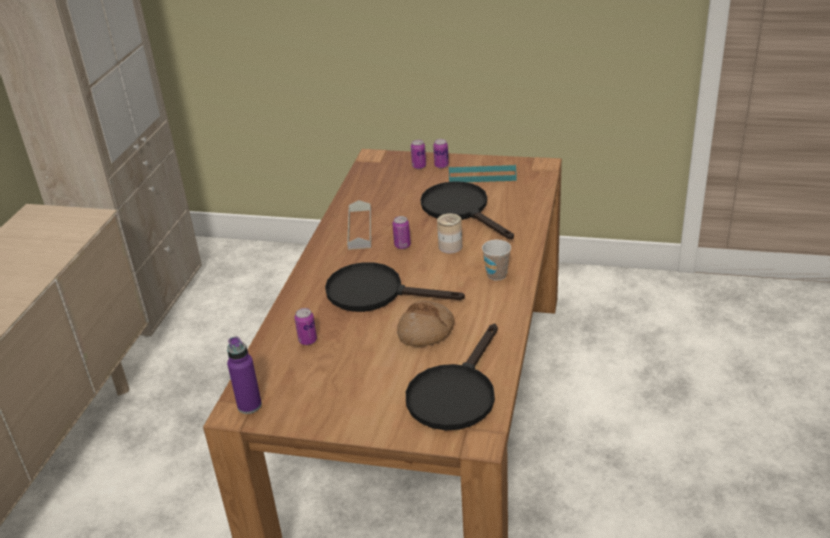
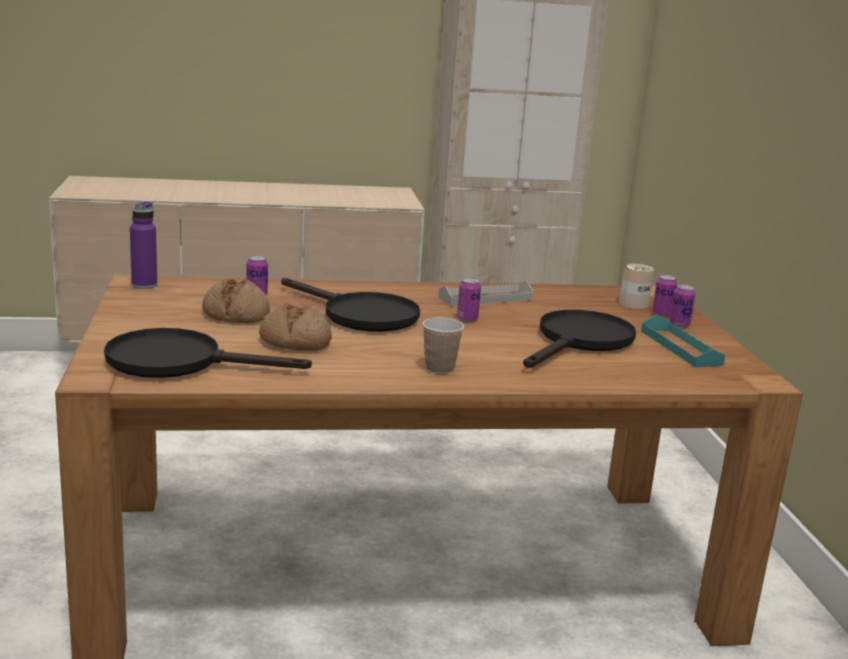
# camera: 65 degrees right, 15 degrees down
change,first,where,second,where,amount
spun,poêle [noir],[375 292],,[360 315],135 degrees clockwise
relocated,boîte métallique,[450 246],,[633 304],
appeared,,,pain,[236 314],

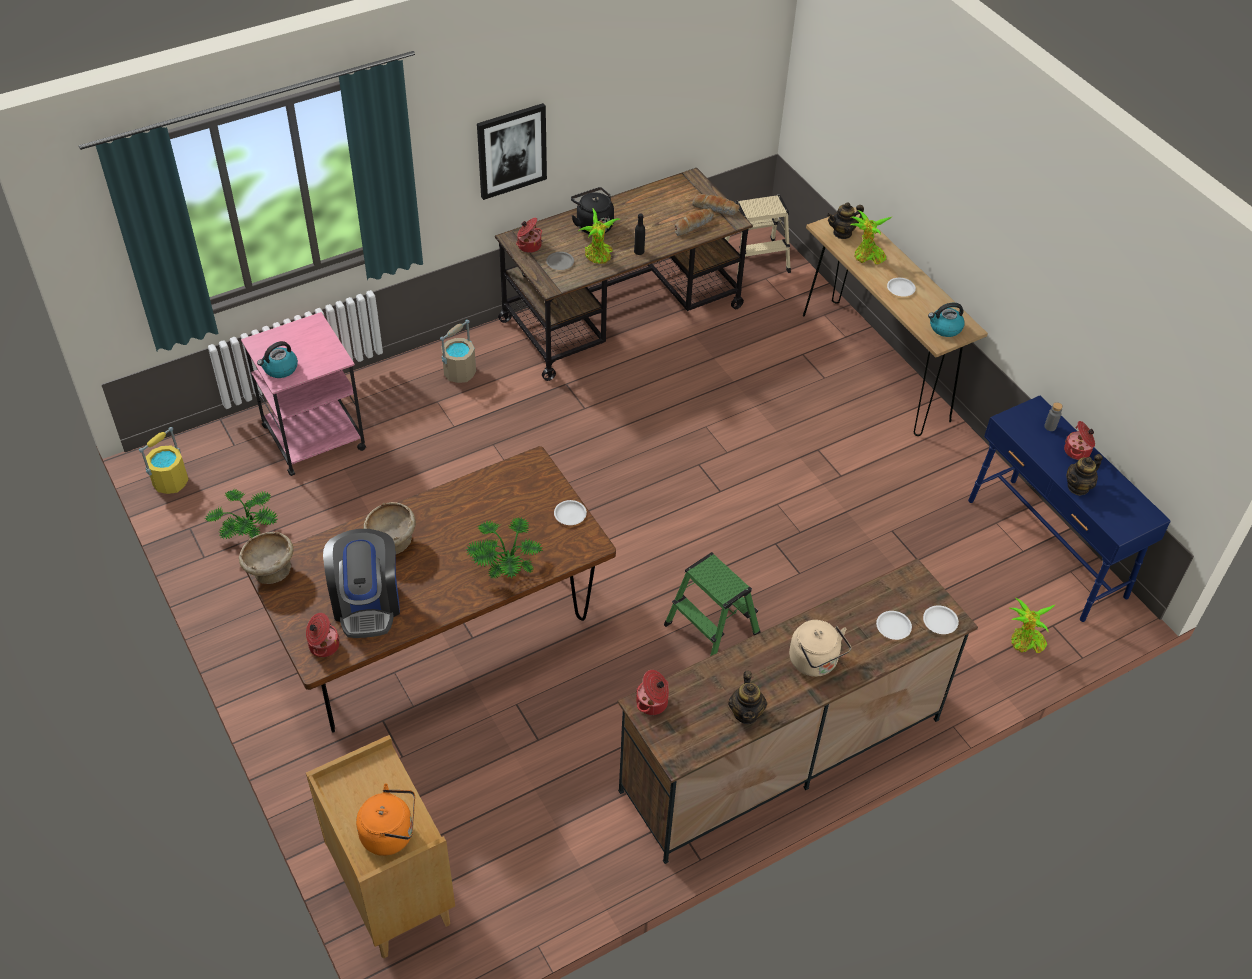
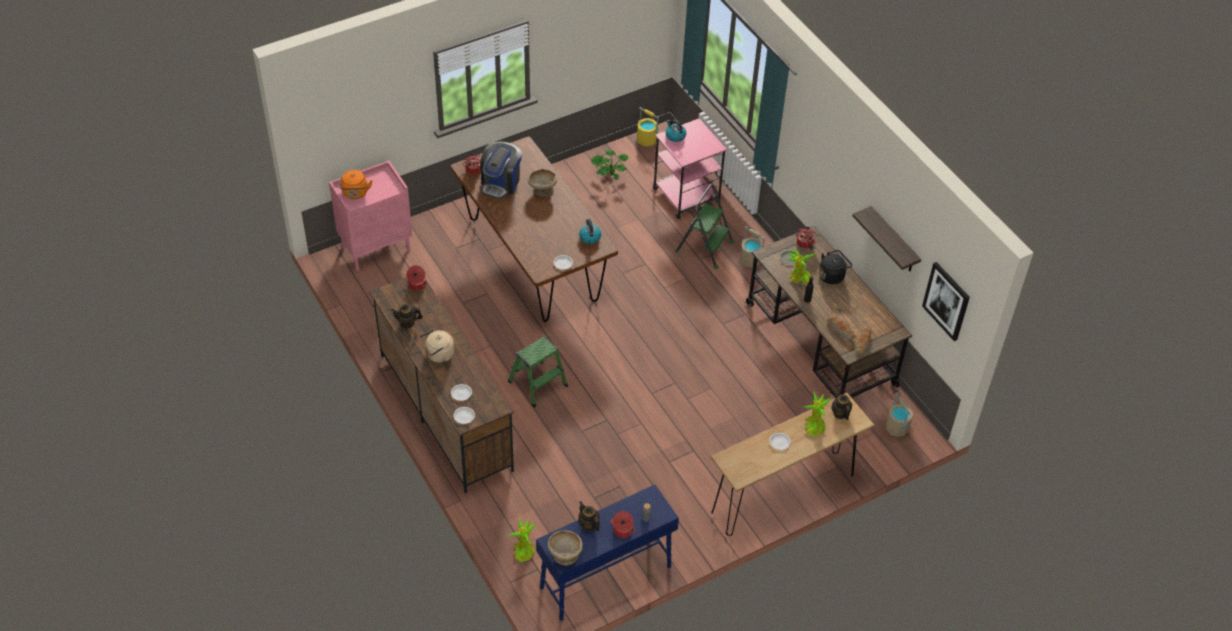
# camera: 90 degrees right, 0 degrees up
change,first,where,second,where,amount
relocated,bol [beige],[270 571],,[564 555],
colour,meuble de rangement [marron],[392 892],meuble de rangement [rose],[377 248],
spun,machine à café,[367 603],,[501 183],60 degrees counterclockwise
missing,plante en pot,[504 568],,,
relocated,tableau,[511 150],,[946 301],
exchanged,escabeau [beige],[755 259],seau [beige],[896 427],
relocated,bouilloire,[945 328],,[589 237],
appeared,,,escabeau [vert],[702 246],
appeared,,,étagère,[893 241],

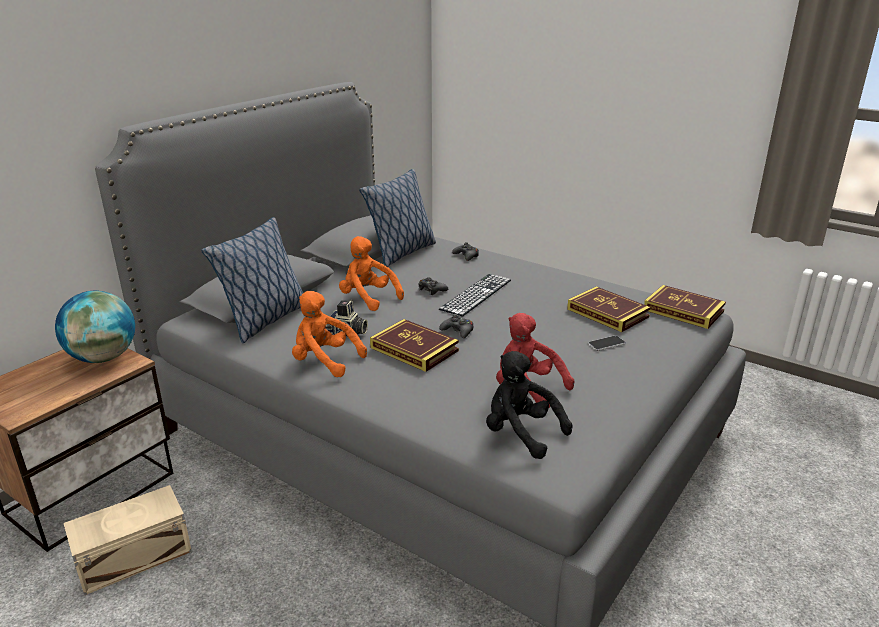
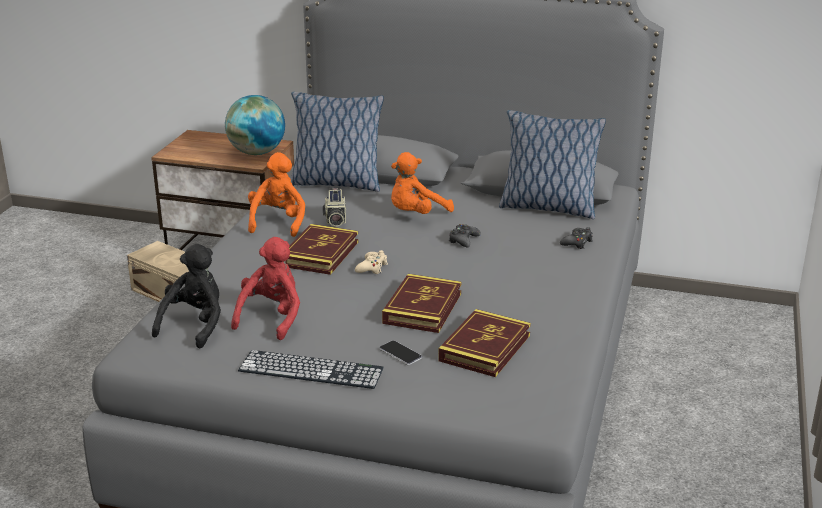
# camera: 70 degrees right, 0 degrees up
change,first,where,second,where,amount
spun,peluche [orange],[368 298],,[416 214],150 degrees counterclockwise
relocated,clavier,[476 294],,[311 369],
colour,manette [noir],[458 331],manette [beige],[372 268],
relocated,livre,[683 311],,[422 308],

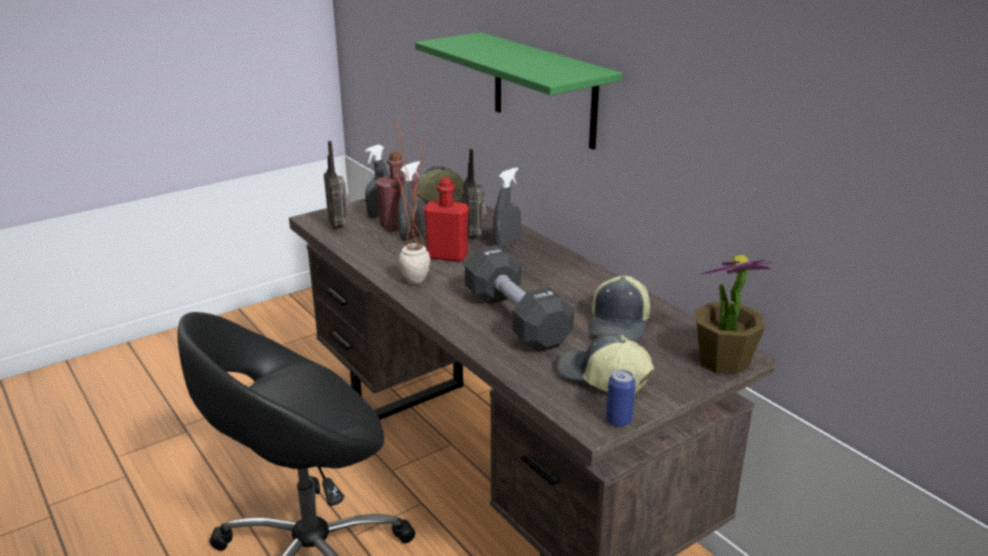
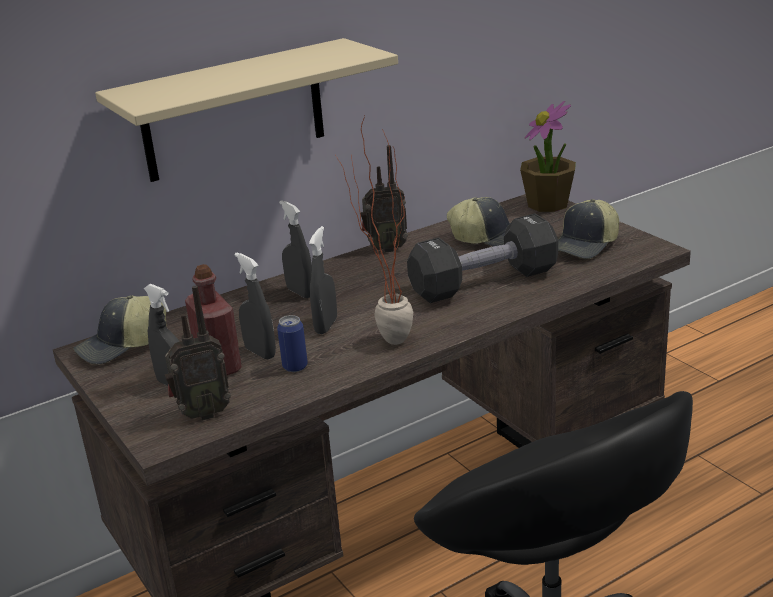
# camera: 85 degrees left, 0 degrees up
change,first,where,second,where,amount
colour,étagère [vert],[544 90],étagère [beige],[233 111],
exchanged,bouteille [rouge],[447 256],vaporisateur [gris],[326 326],
relocated,radio,[475 236],,[385 248],
relocated,boîte métallique,[618 420],,[295 366],

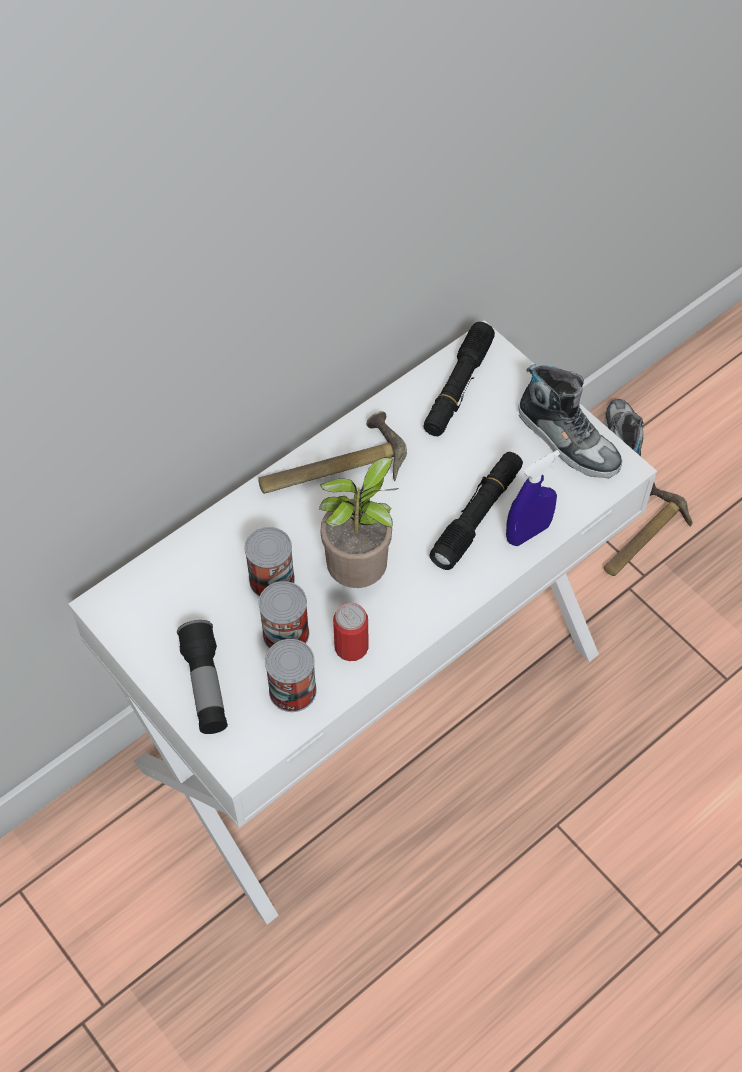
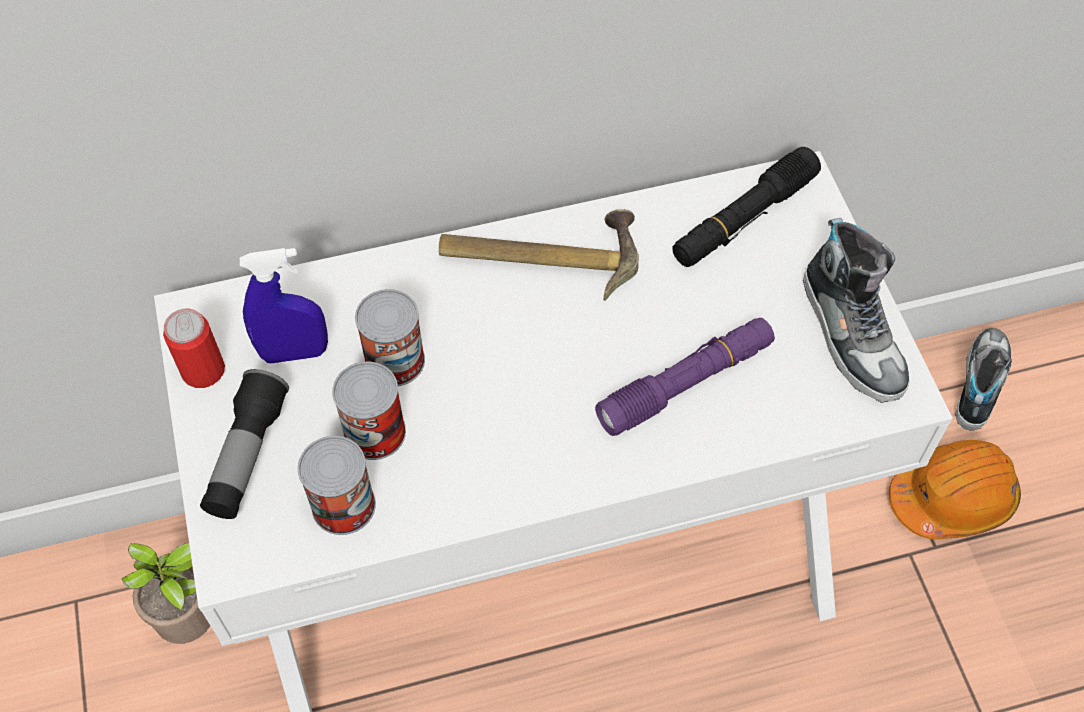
# camera: 25 degrees right, 0 degrees up
change,first,where,second,where,amount
relocated,plante en pot,[360 572],,[195 622],
relocated,boîte métallique,[351 646],,[203 370],
colour,lampe de poche [noir],[477 516],lampe de poche [violet],[685 383],
relocated,vaporisateur [bleu],[528 532],,[294 353],
exchanged,marteau,[640 535],casque de chantier [orange],[952 497],

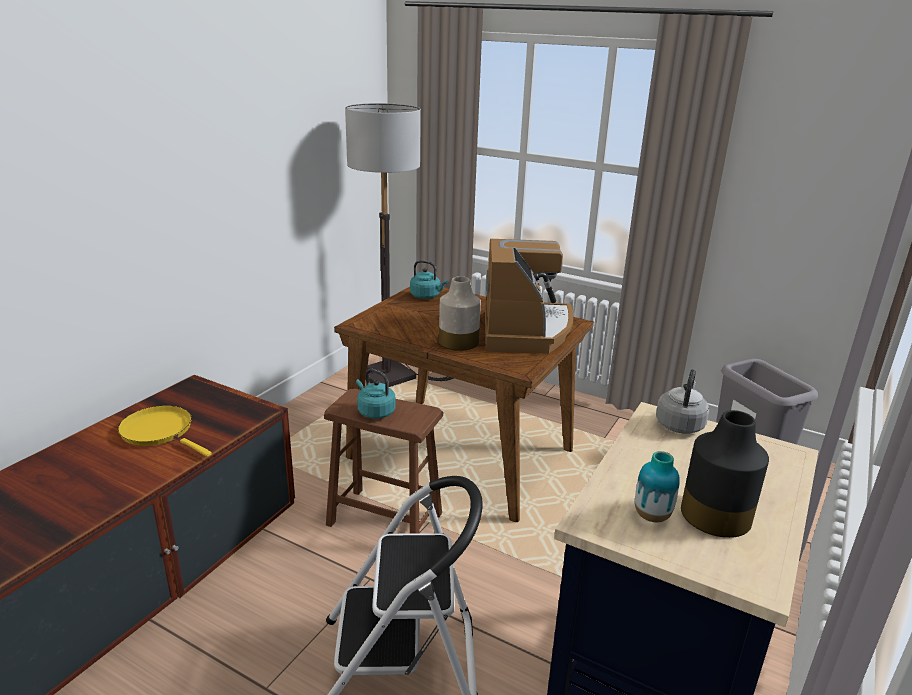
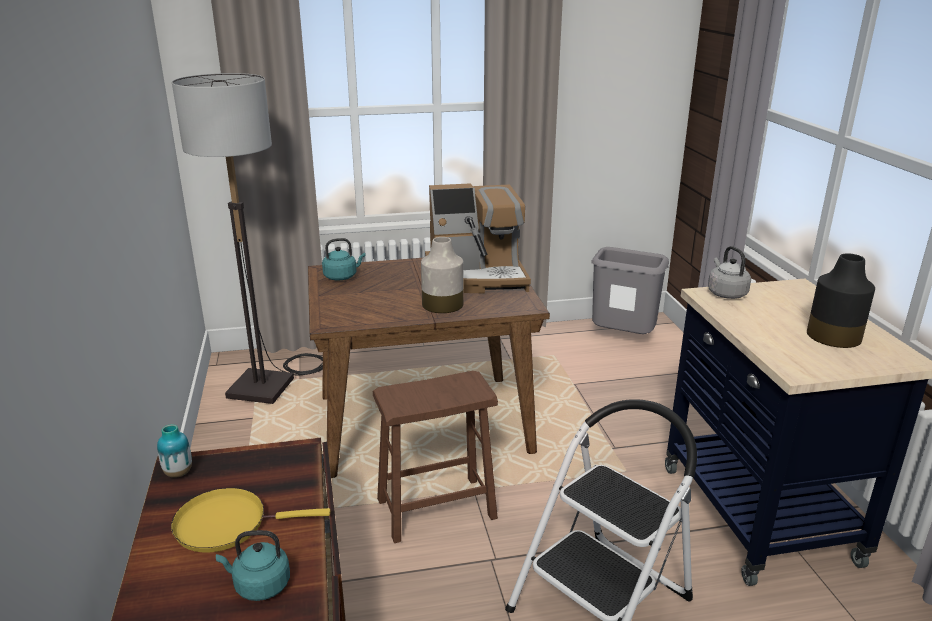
# camera: 40 degrees left, 0 degrees up
change,first,where,second,where,amount
relocated,bouilloire [turquoise],[374 412],,[259 586],
spun,machine à café,[526 332],,[477 277],120 degrees clockwise
relocated,vase,[652 516],,[178 473],

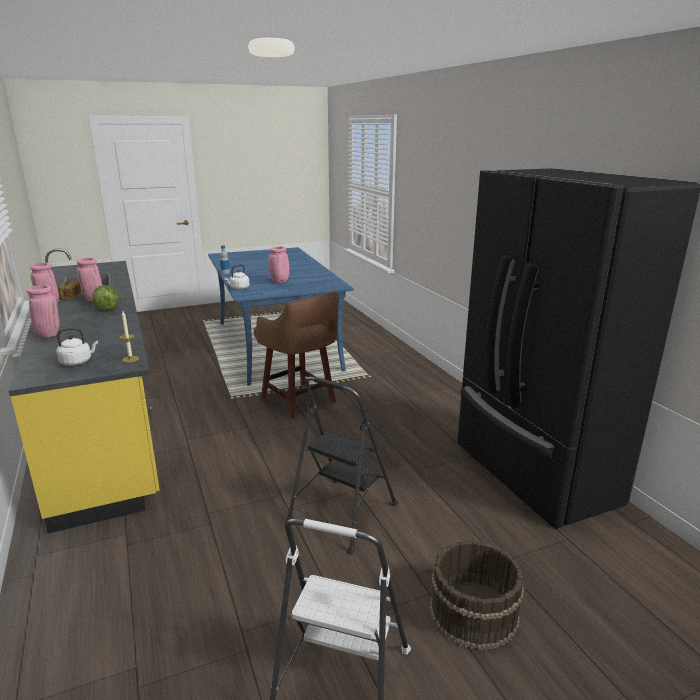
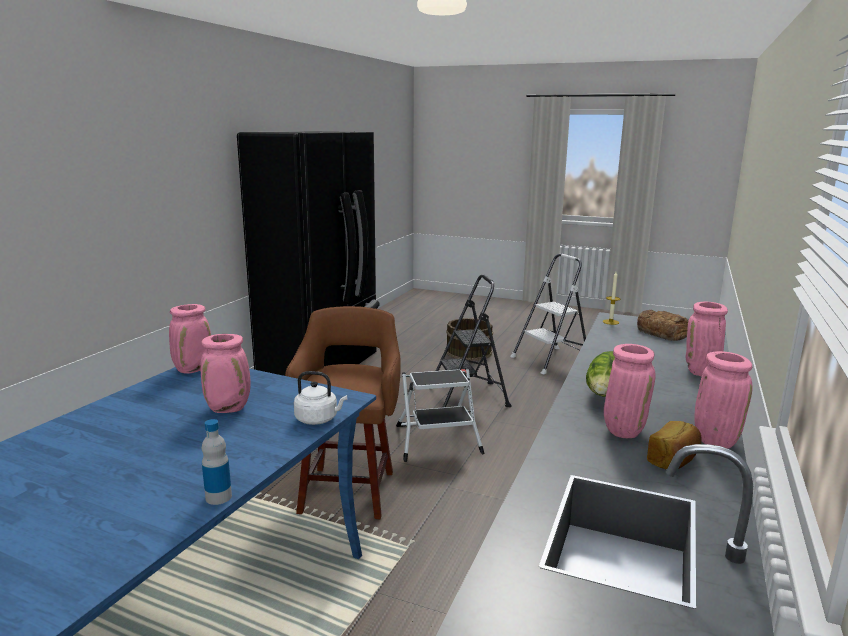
# camera: 135 degrees left, 5 degrees down
change,first,where,second,where,amount
exchanged,bouilloire [blanc],[78 362],pain,[662 332],
appeared,,,vase [rose],[193 369],
appeared,,,escabeau,[436 440],

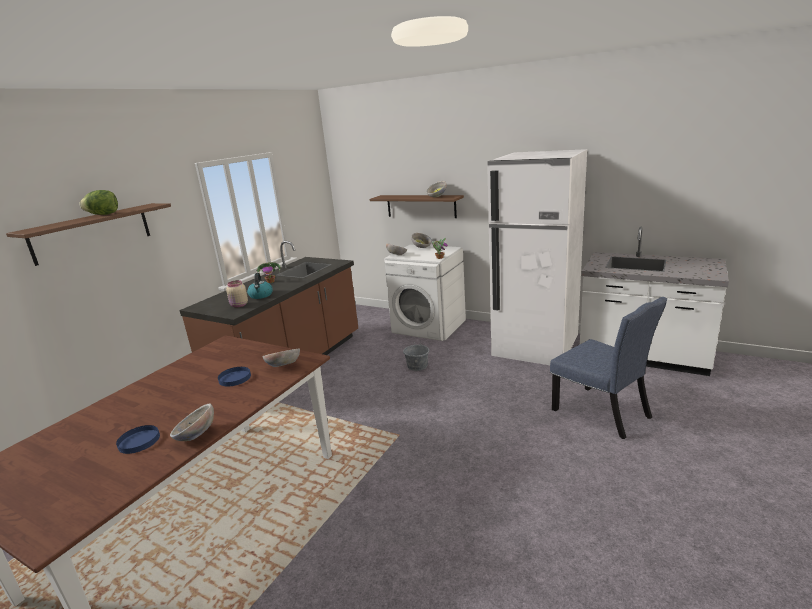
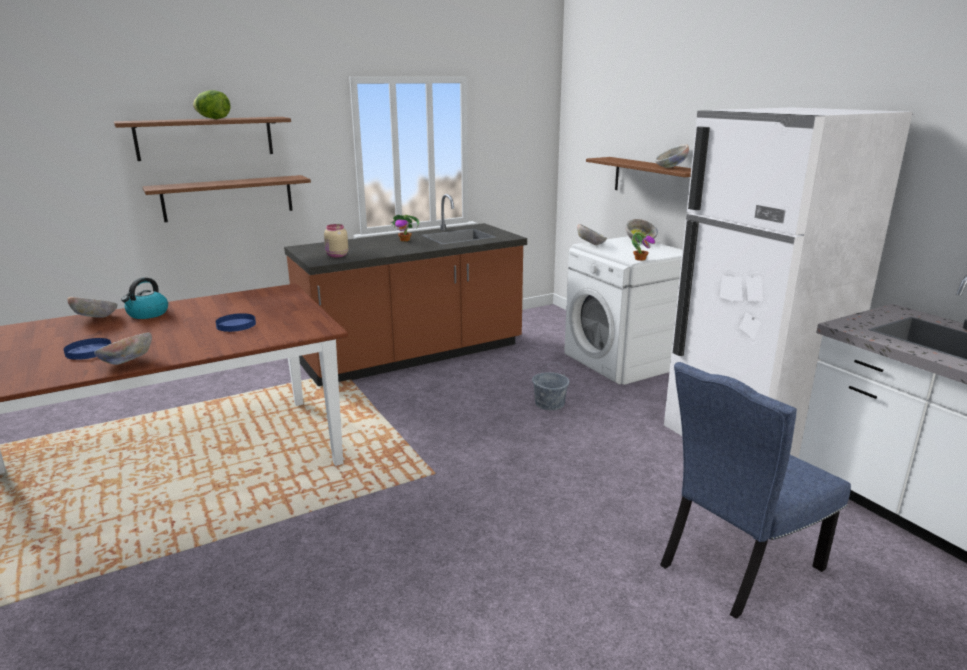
# camera: 30 degrees right, 0 degrees up
change,first,where,second,where,amount
relocated,bouilloire,[261 295],,[147 314],
relocated,bol,[283 366],,[96 318],
spun,chaise [bleu],[600 411],,[739 563],60 degrees clockwise
appeared,,,étagère [marron],[228 198],

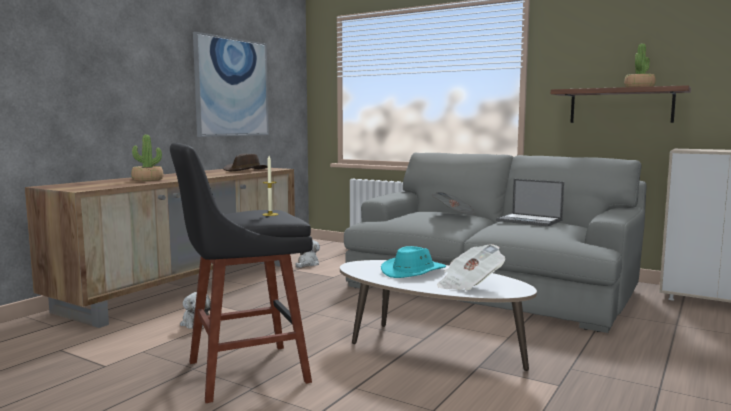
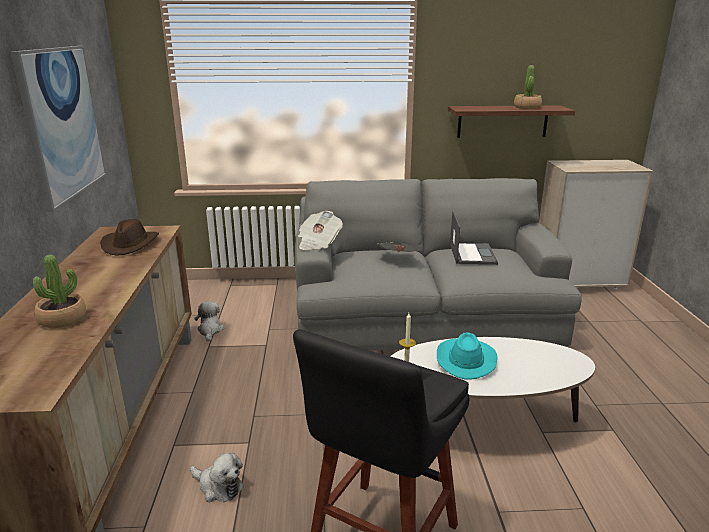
# camera: 35 degrees left, 15 degrees up
change,first,where,second,where,amount
relocated,journal,[469 285],,[318 243],
spun,ordinateur portable,[530 220],,[472 254],90 degrees counterclockwise

